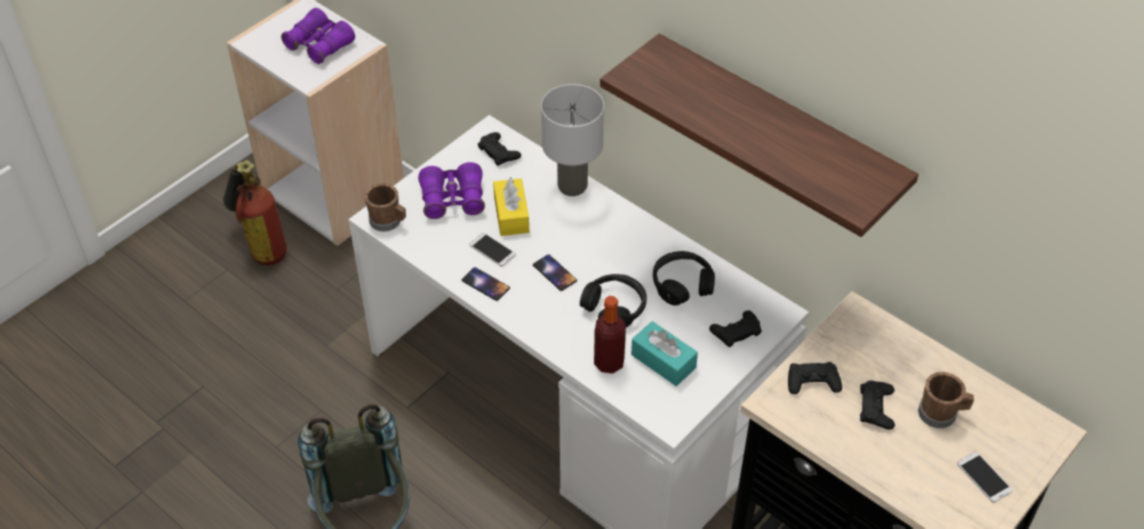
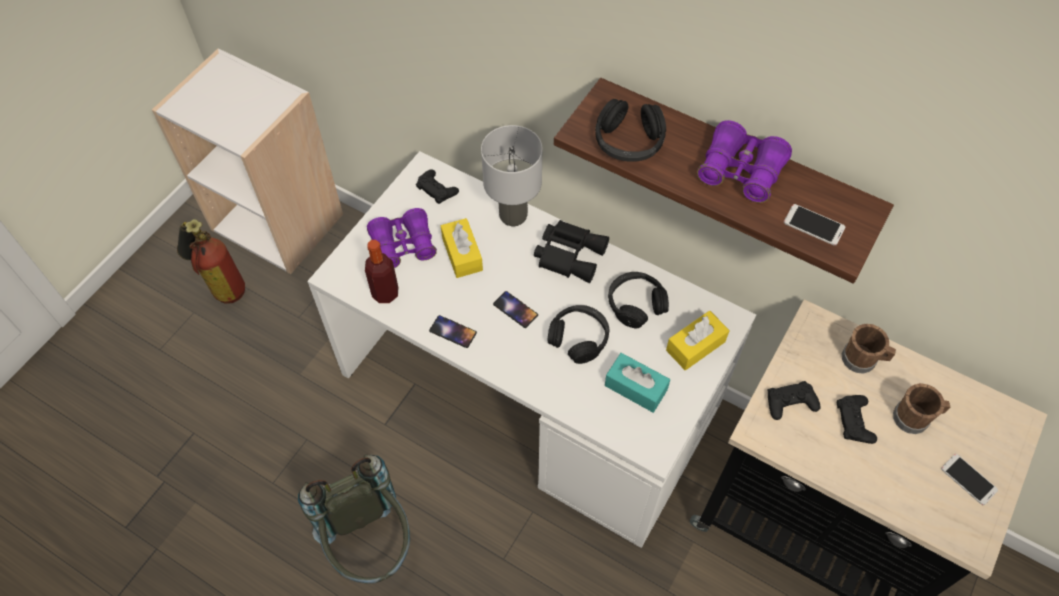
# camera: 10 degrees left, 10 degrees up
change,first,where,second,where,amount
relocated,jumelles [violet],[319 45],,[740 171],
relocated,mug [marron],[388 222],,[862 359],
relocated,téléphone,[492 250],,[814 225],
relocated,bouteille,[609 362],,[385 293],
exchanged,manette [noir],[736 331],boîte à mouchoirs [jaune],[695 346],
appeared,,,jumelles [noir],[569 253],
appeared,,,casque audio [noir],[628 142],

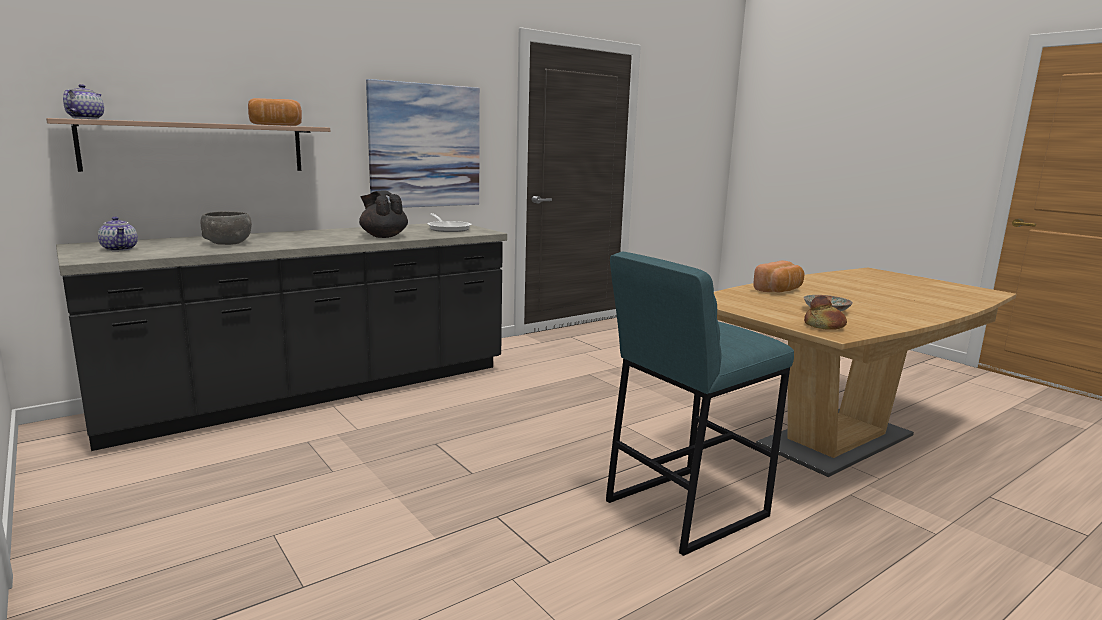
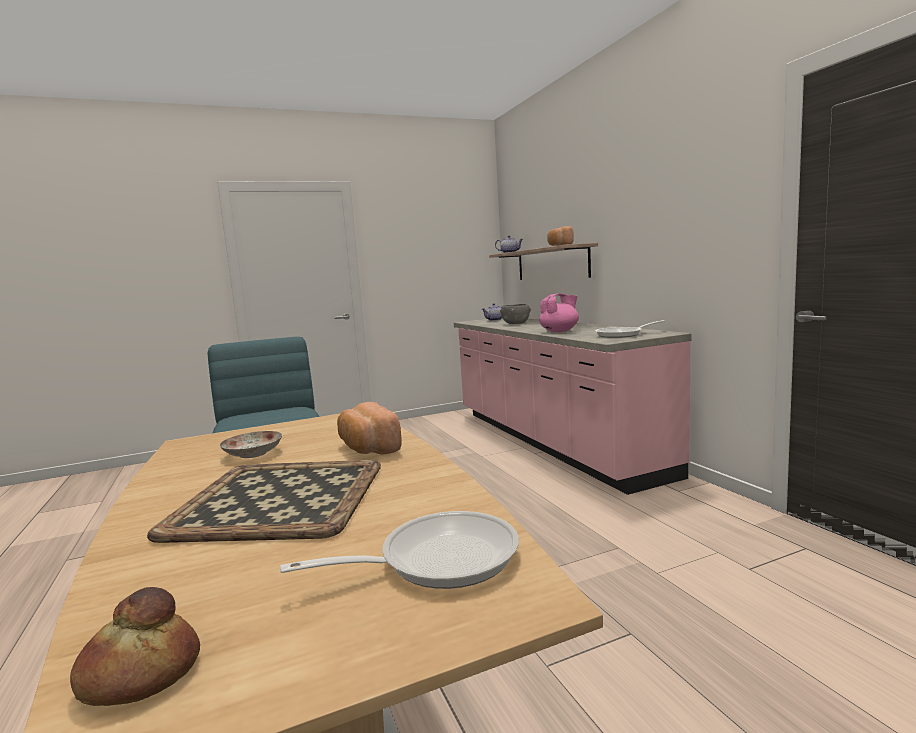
# camera: 105 degrees right, 5 degrees down
change,first,where,second,where,amount
colour,comptoir de cuisine [noir],[316 392],comptoir de cuisine [rose],[550 441],
colour,théière [noir],[383 236],théière [rose],[560 331],
missing,tableau,[425 146],,,
relocated,pain,[823 326],,[140 674],
appeared,,,plateau,[282 498],
appeared,,,poêle,[436 560],

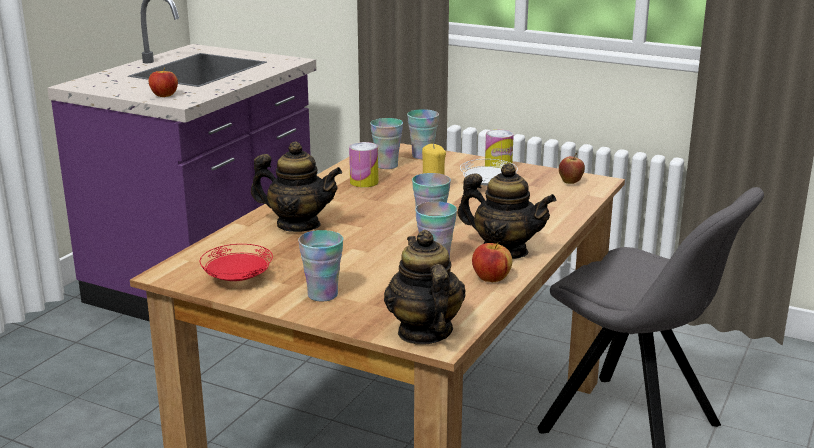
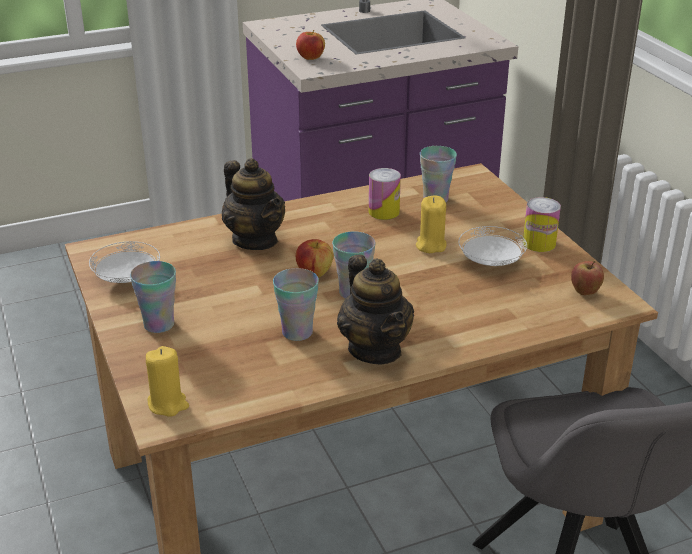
# camera: 40 degrees right, 10 degrees up
change,first,where,second,where,amount
colour,assiette [rouge],[237 280],assiette [blanc],[126 279],
exchanged,théière,[424 332],bougie [jaune],[168 404],
missing,tasse,[422 156],,,
relocated,pomme,[491 278],,[314 273],

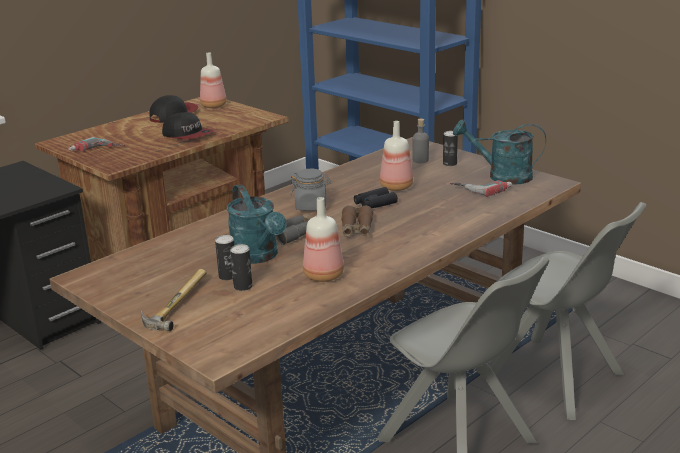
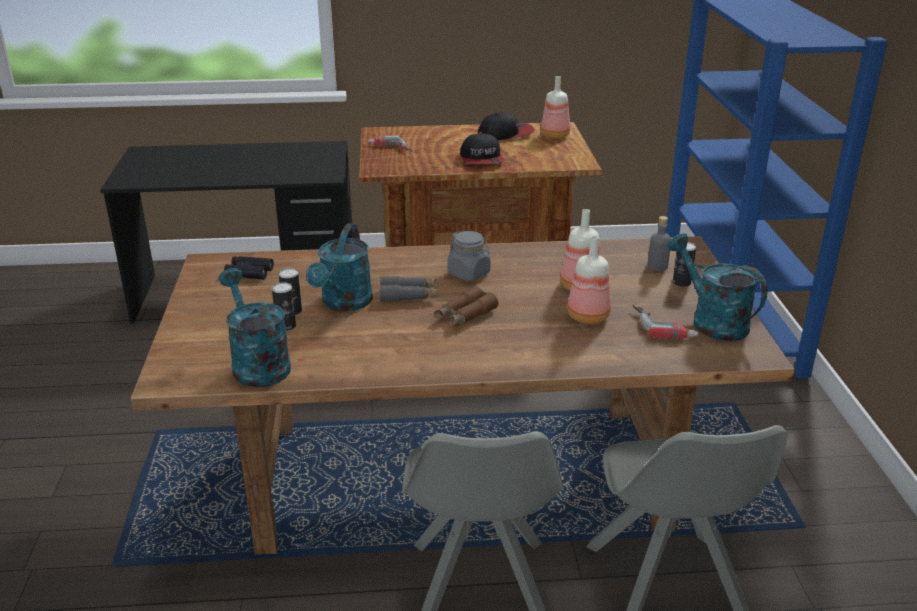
# camera: 40 degrees right, 5 degrees up
change,first,where,second,where,amount
missing,marteau,[174 303],,,
relocated,bouteille,[322 275],,[587 316],
relocated,jumelles [noir],[375 203],,[249 272],
appeared,,,arrosoir [turquoise],[257 364],

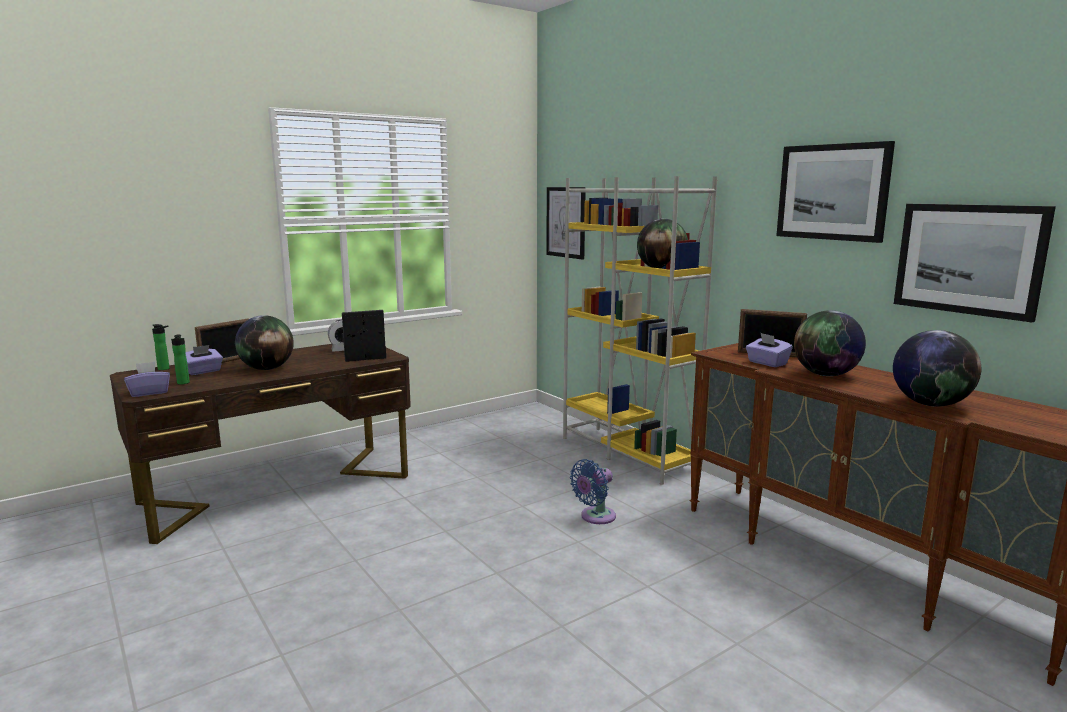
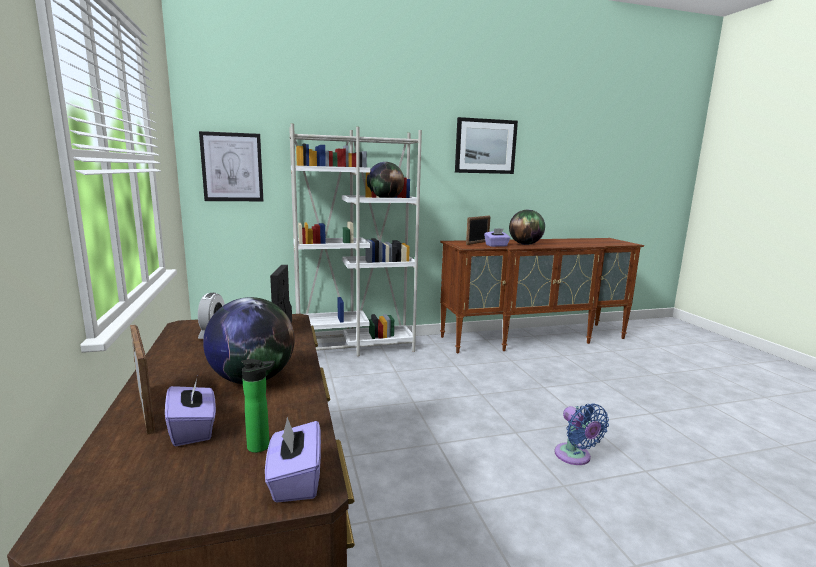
# camera: 70 degrees left, 0 degrees up
change,first,where,second,where,amount
missing,bouteille,[165 369],,,
colour,bibliothèque [jaune],[627 454],bibliothèque [blanc],[356 348],
relocated,ventilateur [bleu],[595 517],,[575 457],
missing,globe,[930 404],,,
missing,tableau,[968 259],,,

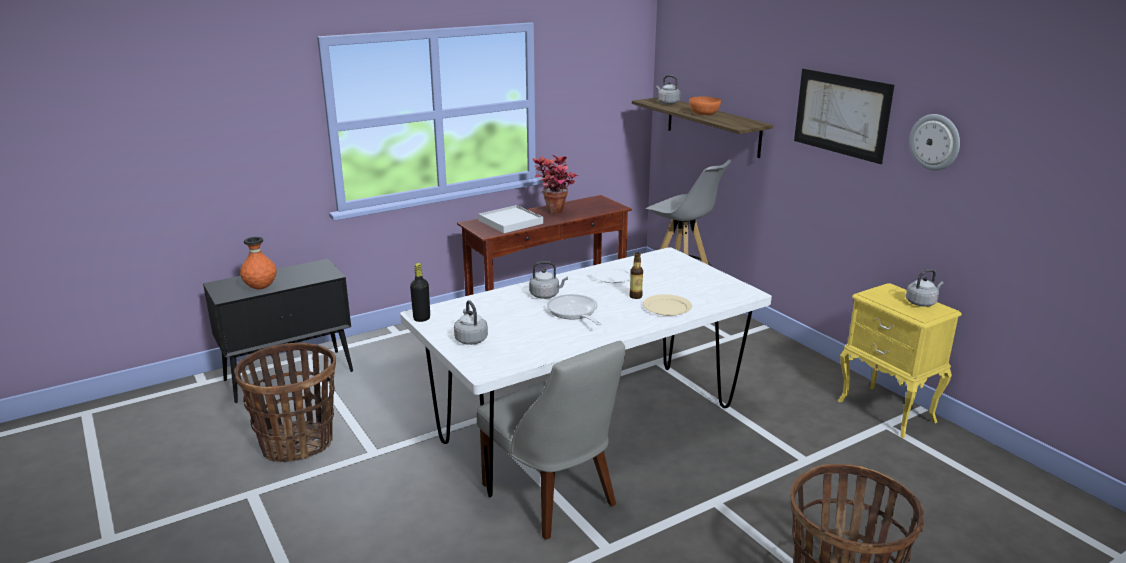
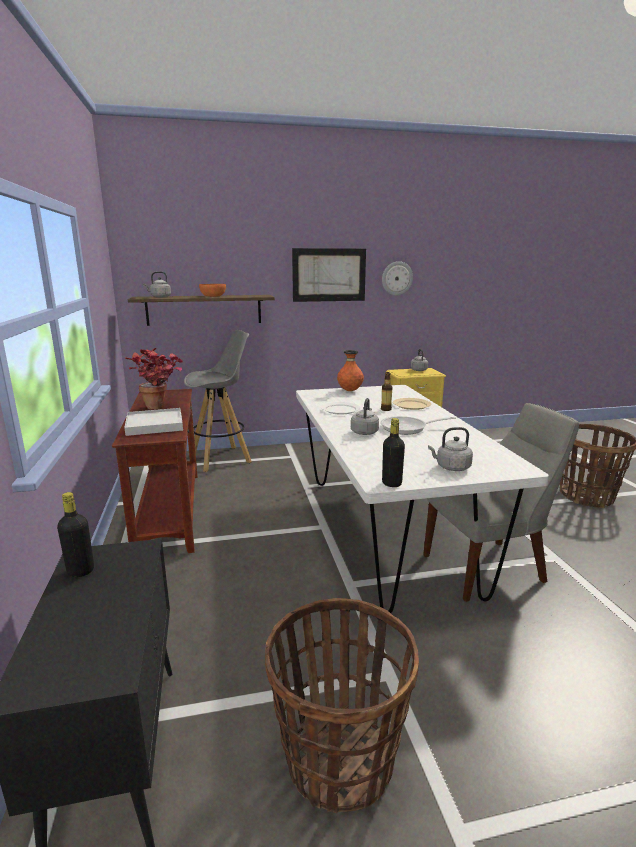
# camera: 70 degrees left, 5 degrees down
change,first,where,second,where,amount
relocated,vase [orange],[261 288],,[350 391],
appeared,,,bouteille [noir],[80 571],

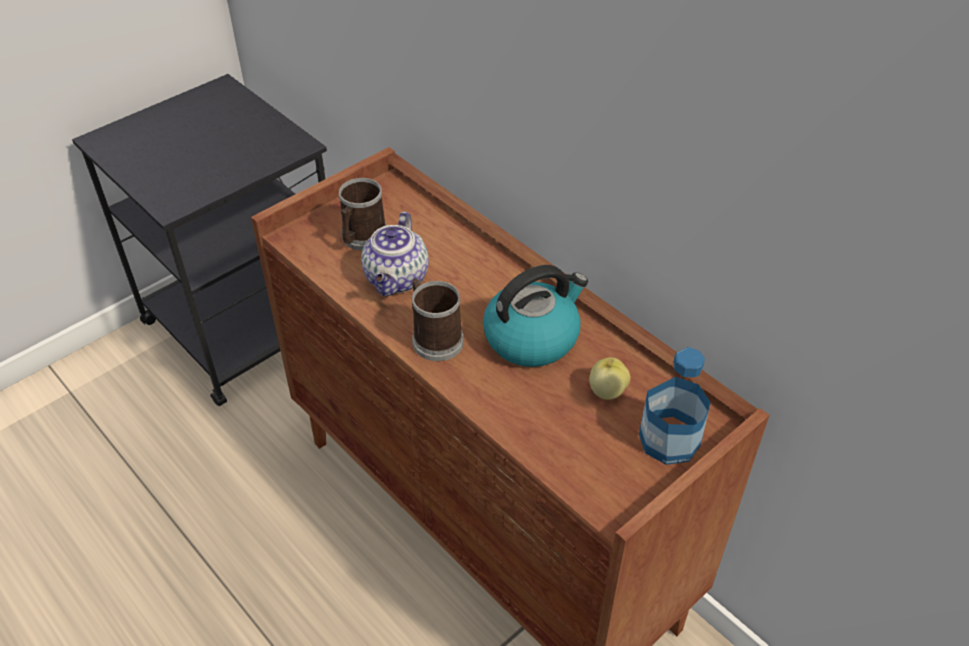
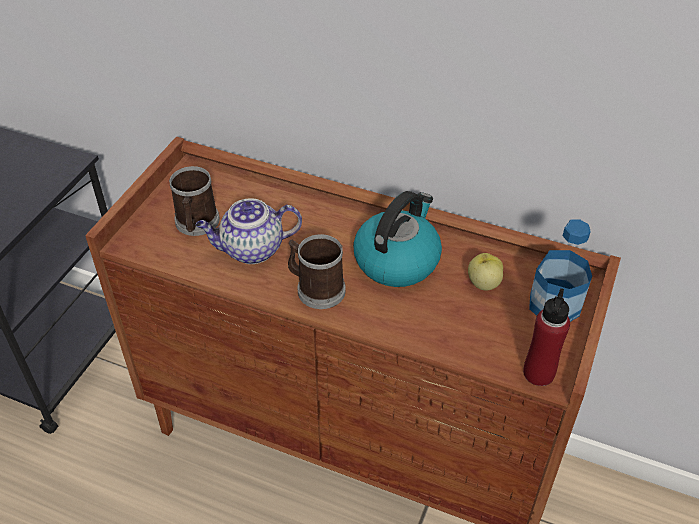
# camera: 25 degrees left, 0 degrees up
change,first,where,second,where,amount
spun,théière,[397 280],,[251 250],90 degrees clockwise
appeared,,,bouteille [rouge],[538 373],

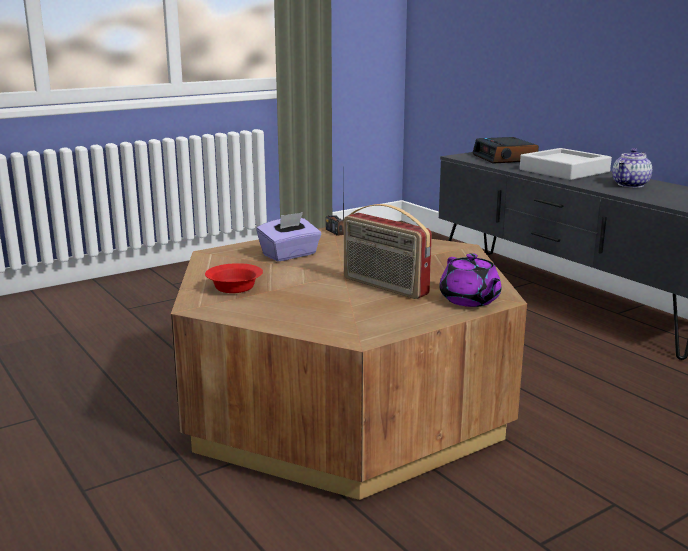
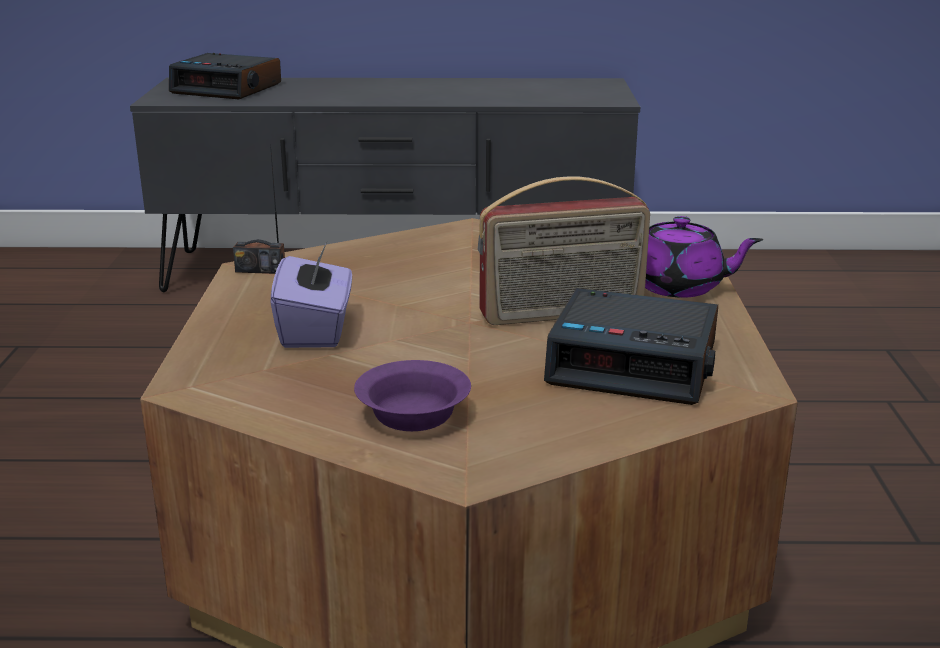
# camera: 55 degrees left, 5 degrees up
change,first,where,second,where,amount
colour,bol [rouge],[236 287],bol [violet],[414 414],
missing,plateau [gris],[564 171],,,
missing,théière,[630 185],,,
appeared,,,réveil,[634 363],

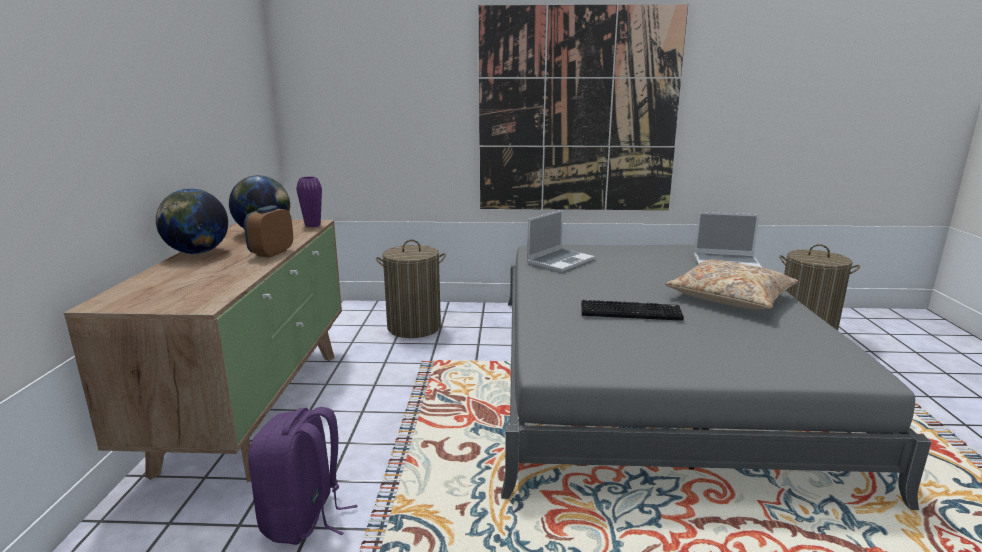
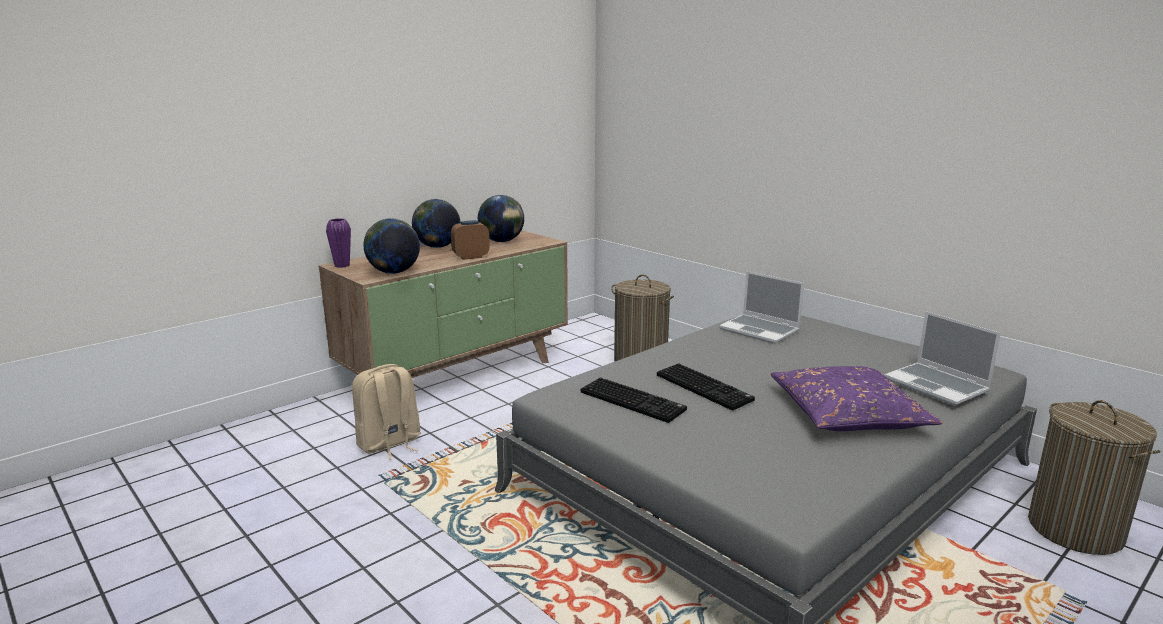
# camera: 45 degrees right, 0 degrees up
change,first,where,second,where,amount
colour,sac à dos [violet],[304 519],sac à dos [beige],[389 444],
relocated,vase [violet],[312 225],,[342 265],
missing,tableau,[577 112],,,
spun,ordinateur portable,[560 261],,[760 330],45 degrees clockwise
colour,coussin [beige],[730 297],coussin [violet],[848 414],
appeared,,,globe,[394 272],
appeared,,,clavier,[634 401],

